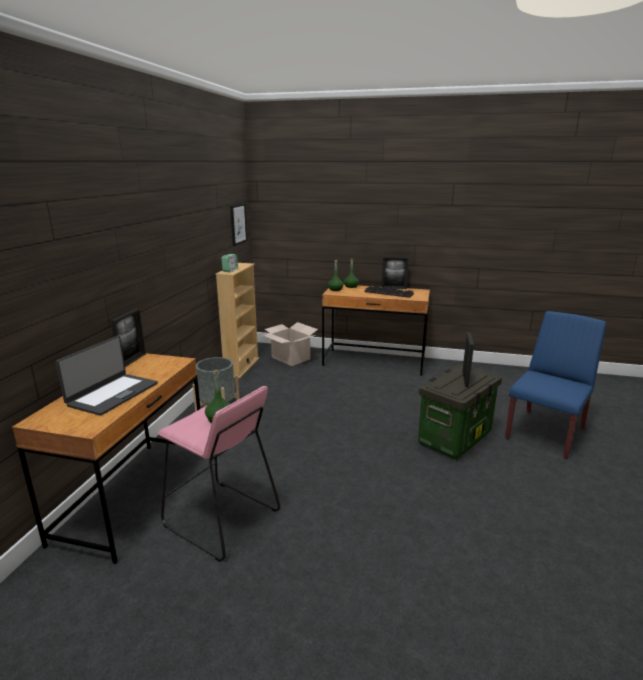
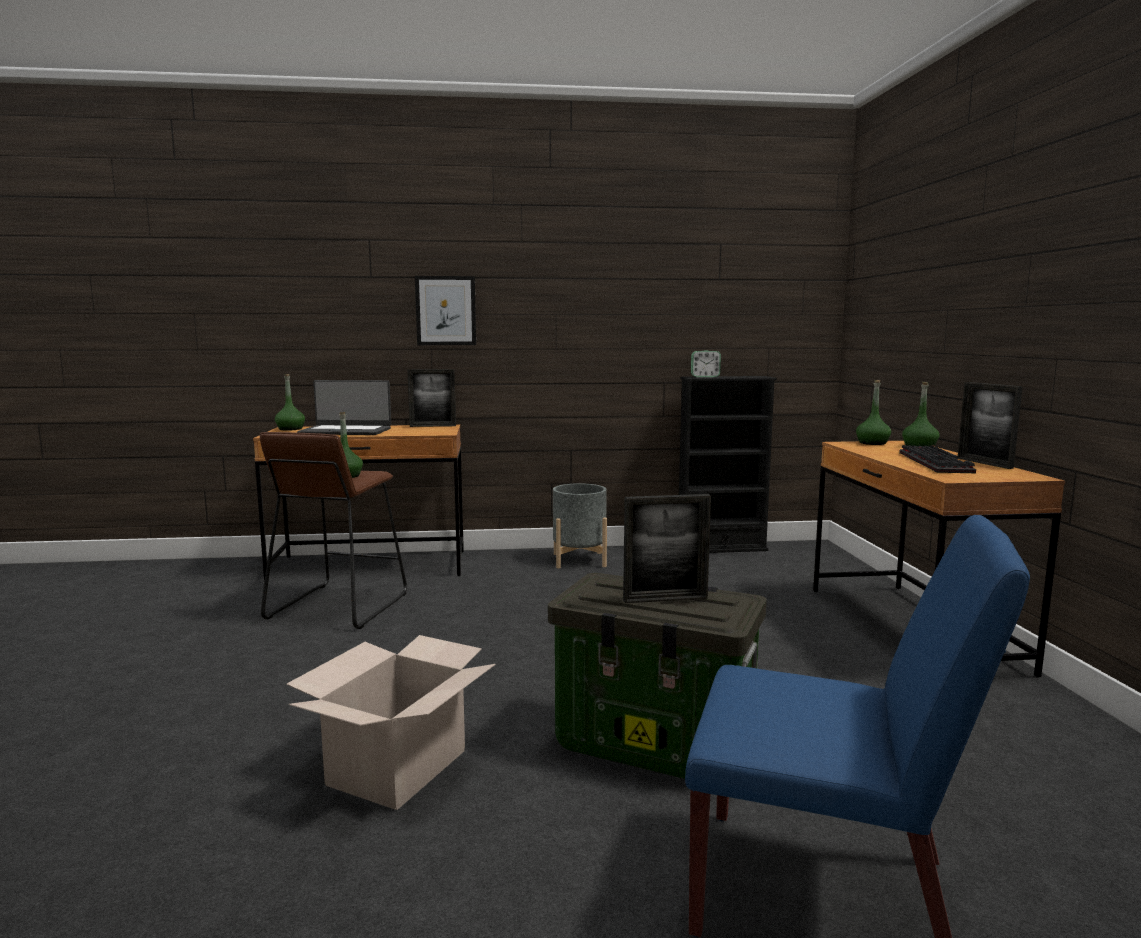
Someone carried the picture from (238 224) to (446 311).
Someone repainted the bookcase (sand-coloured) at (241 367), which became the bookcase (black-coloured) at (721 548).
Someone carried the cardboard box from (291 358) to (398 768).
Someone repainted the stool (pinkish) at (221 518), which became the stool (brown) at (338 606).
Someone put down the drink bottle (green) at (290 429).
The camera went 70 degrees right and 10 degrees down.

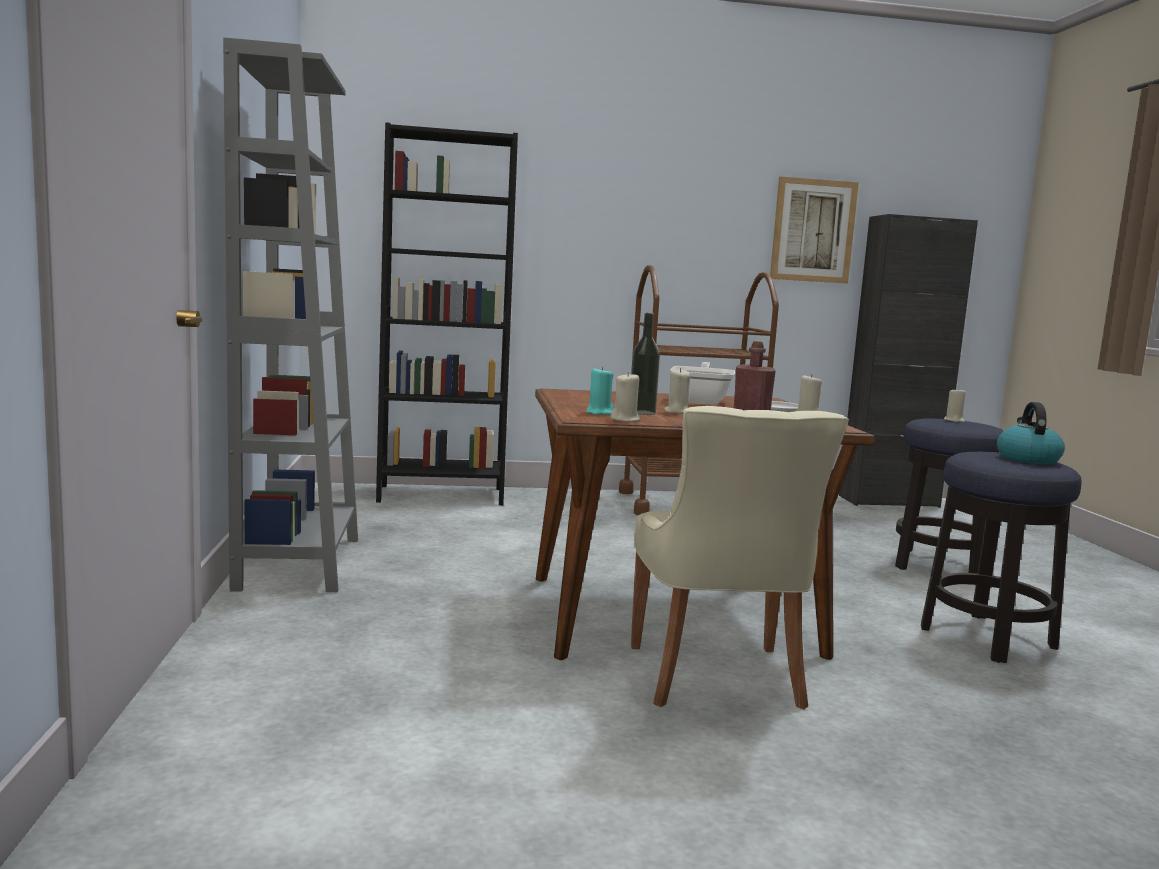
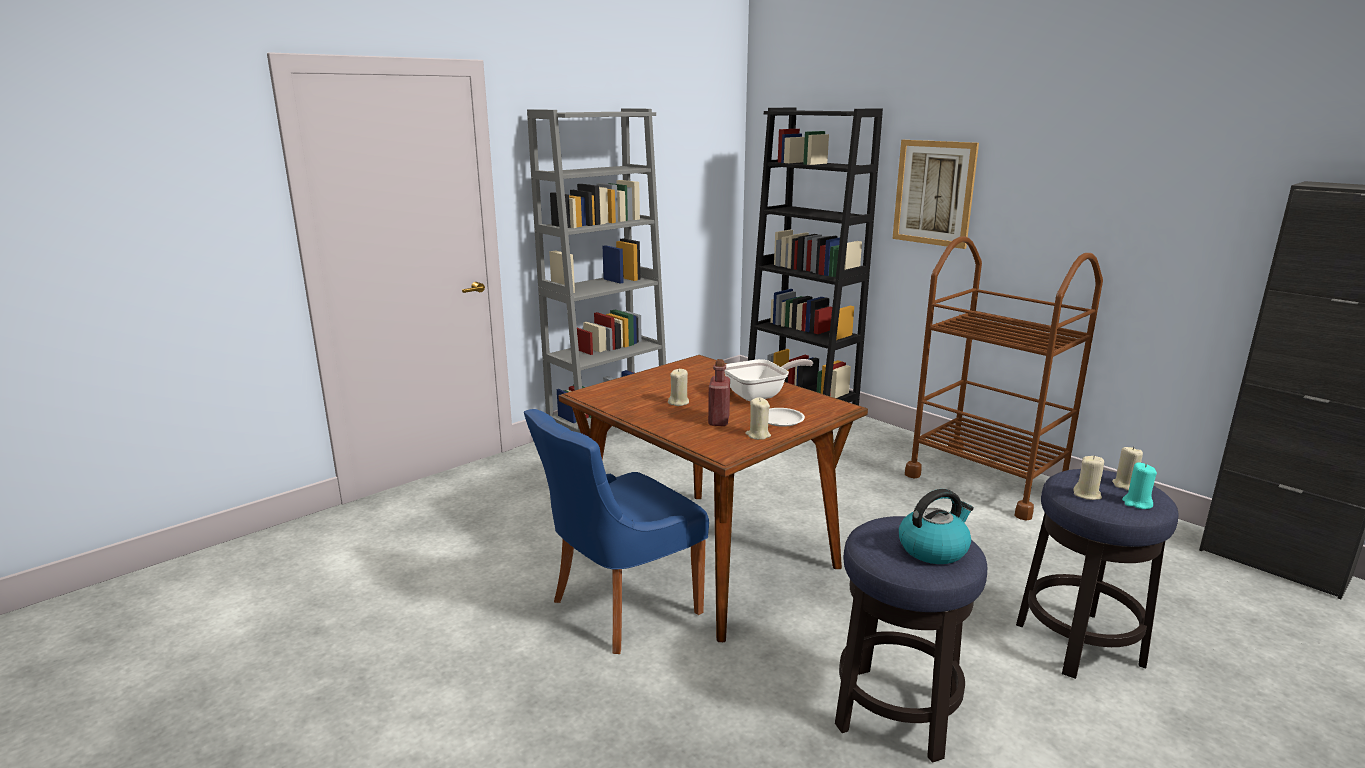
Someone carried the picture from (813 231) to (934 193).
Someone took away the drink bottle at (642 412).
Someone carried the wax candle (turquoise-coloured) from (599 413) to (1137 503).
Someone carried the wax candle (sand-coloured) from (625 420) to (1087 495).
Someone repainted the chair (sand-coloured) at (717 679), which became the chair (blue) at (621 608).
The camera went 55 degrees right and 10 degrees up.

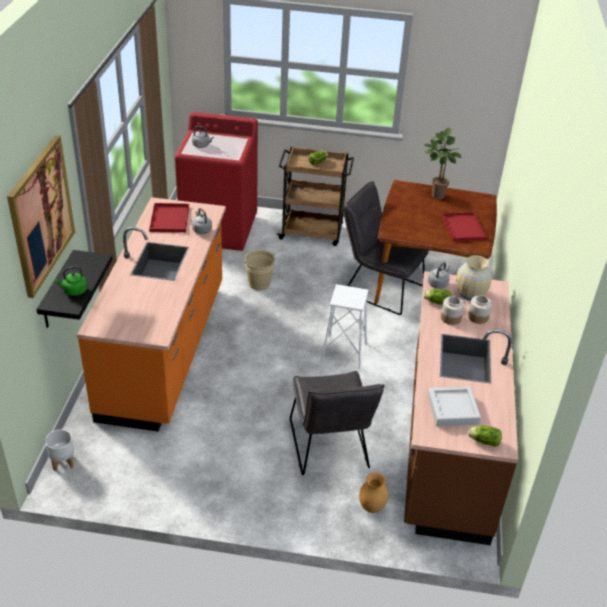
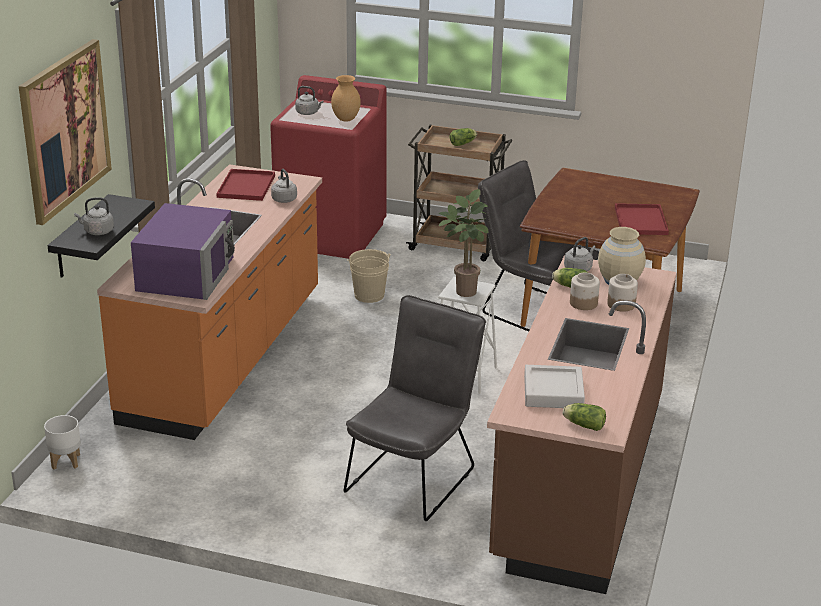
Someone carried the potted plant from (436 194) to (463 290).
Someone repainted the tea kettle (green) at (74 291), which became the tea kettle (gray) at (97 231).
Someone rotated the chair (gray) at (329 449) by 150 degrees counterclockwise.
Someone carried the vase (brown) from (372 507) to (346 119).
Someone put down the microwave (purplish) at (186 273).
The camera went 10 degrees right and 10 degrees down.

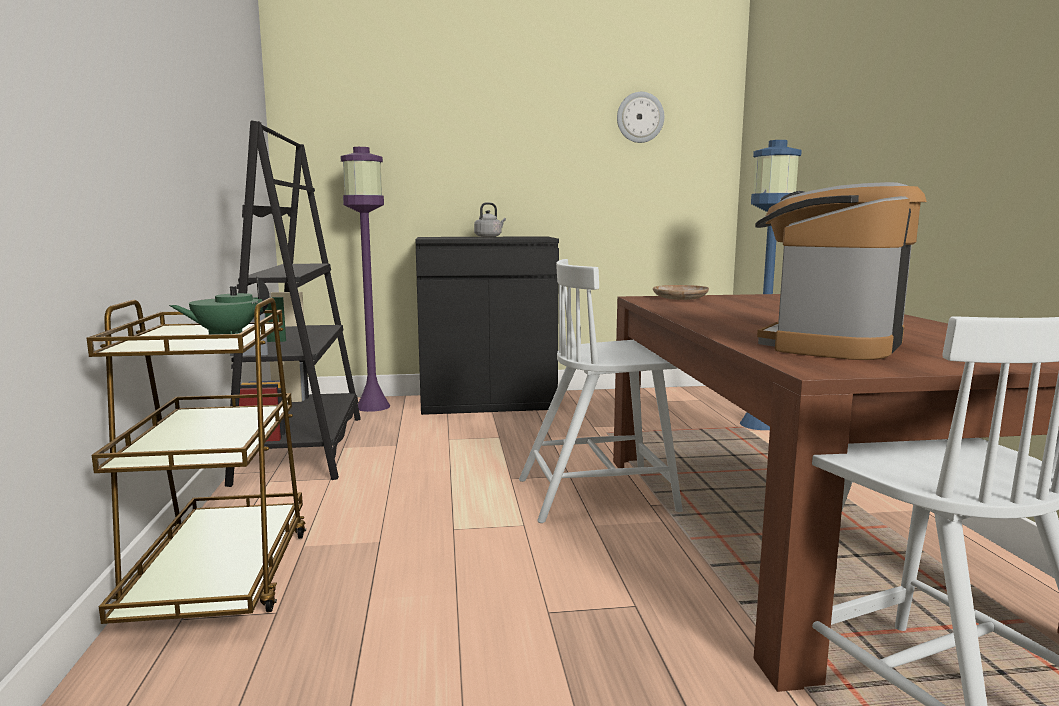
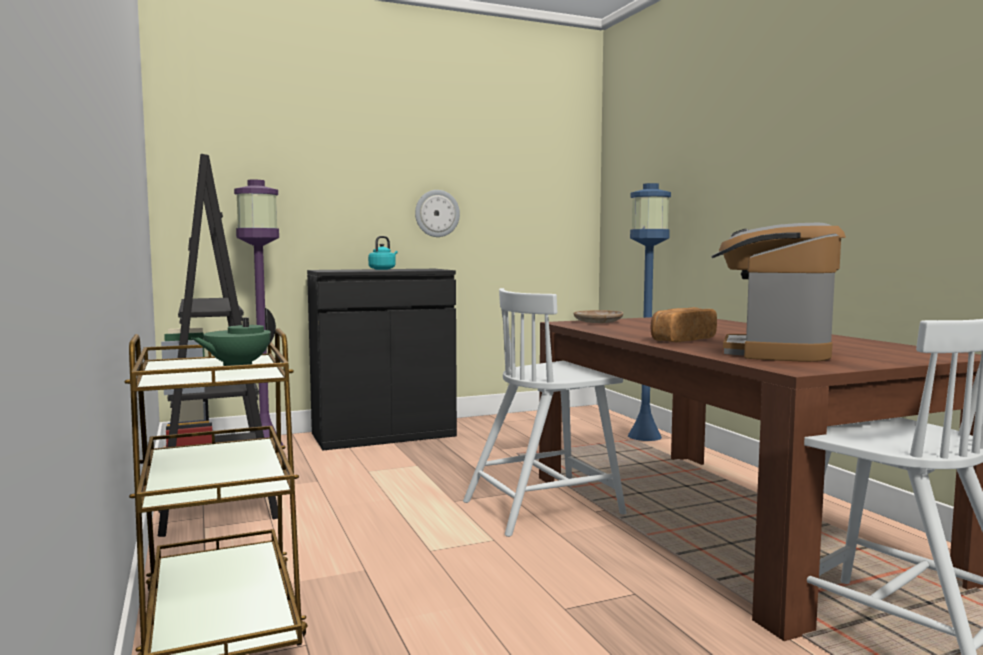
Someone carried the hanging clock from (640 117) to (437 213).
Someone repainted the tea kettle (gray) at (489 237), which became the tea kettle (turquoise-coloured) at (383 269).
Someone put down the bread at (681 339).
The camera went 15 degrees left and 5 degrees down.

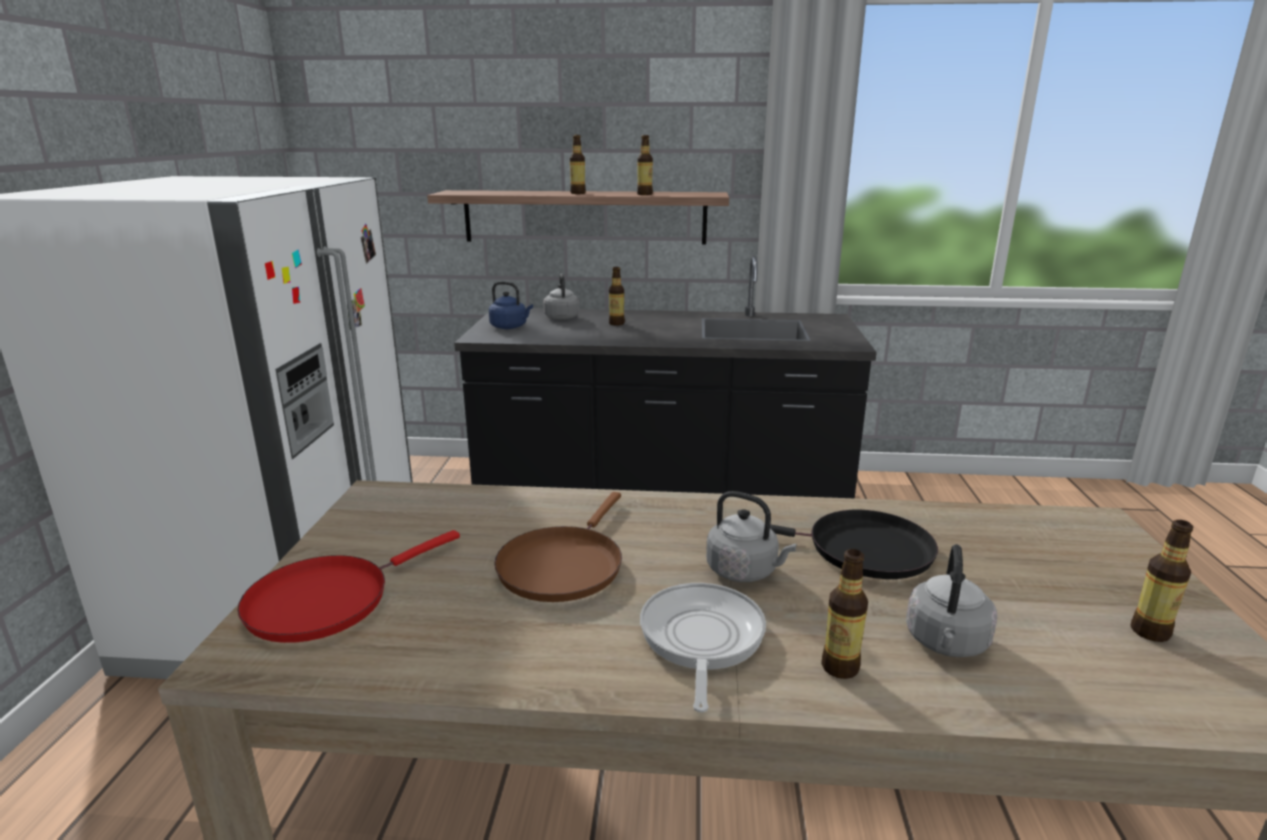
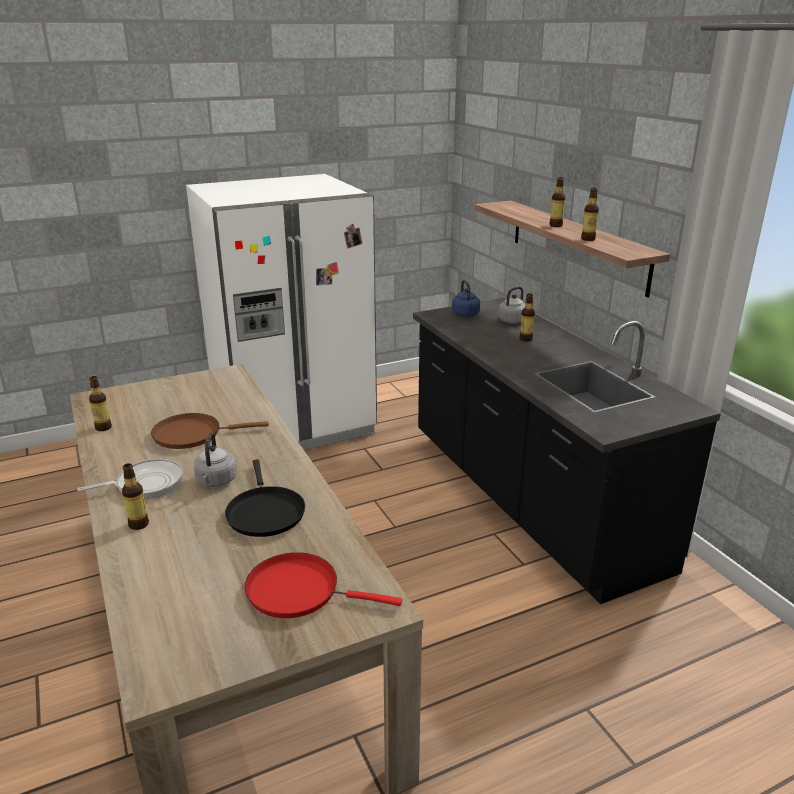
Someone carried the drink bottle from (1150 632) to (103 428).
Someone carried the frying pan (red-coloured) from (326 600) to (299 591).
Someone took away the tea kettle (gray) at (946 643).
The camera went 60 degrees right and 5 degrees up.

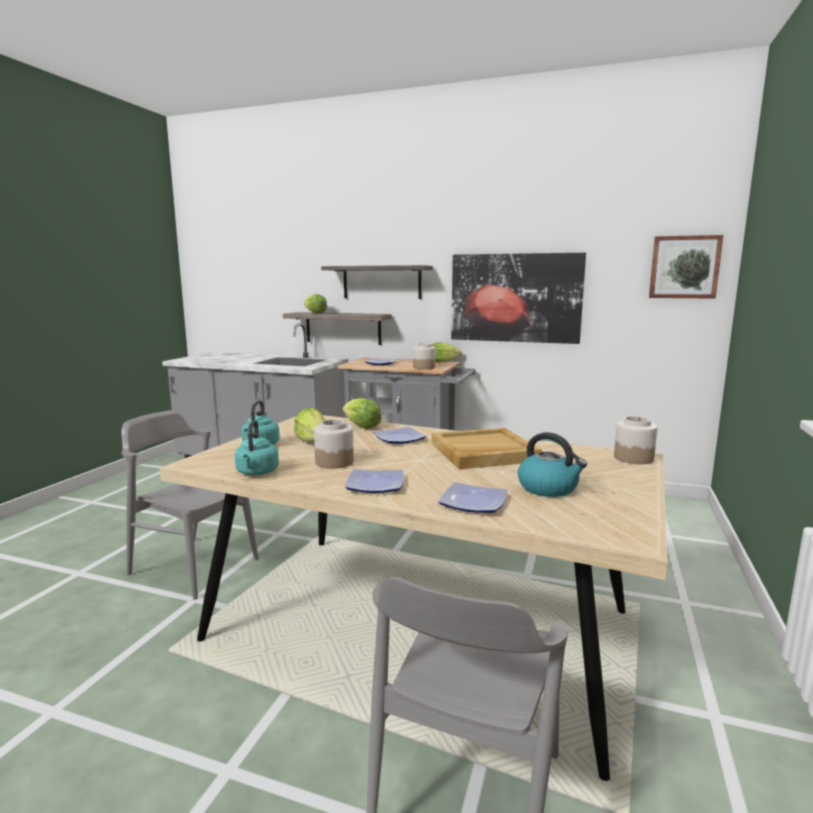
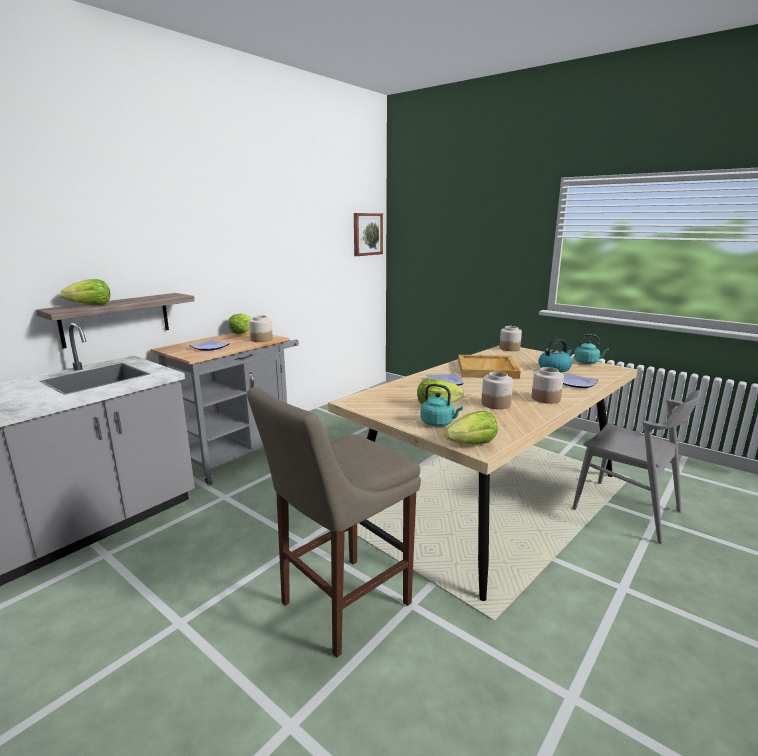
Someone took away the picture at (515 298).
Someone took away the bracket shelf at (381 282).
Someone carried the lettuce from (361 427) to (472 444).
Someone swapped the chair (gray) at (194 566) for the stool (sand-coloured) at (340 605).
Someone carried the tea kettle (turquoise-coloured) from (257 473) to (587 362).
Someone swapped the dinner plate at (374 484) for the preserve jar at (545 398).
The camera went 70 degrees left and 5 degrees up.

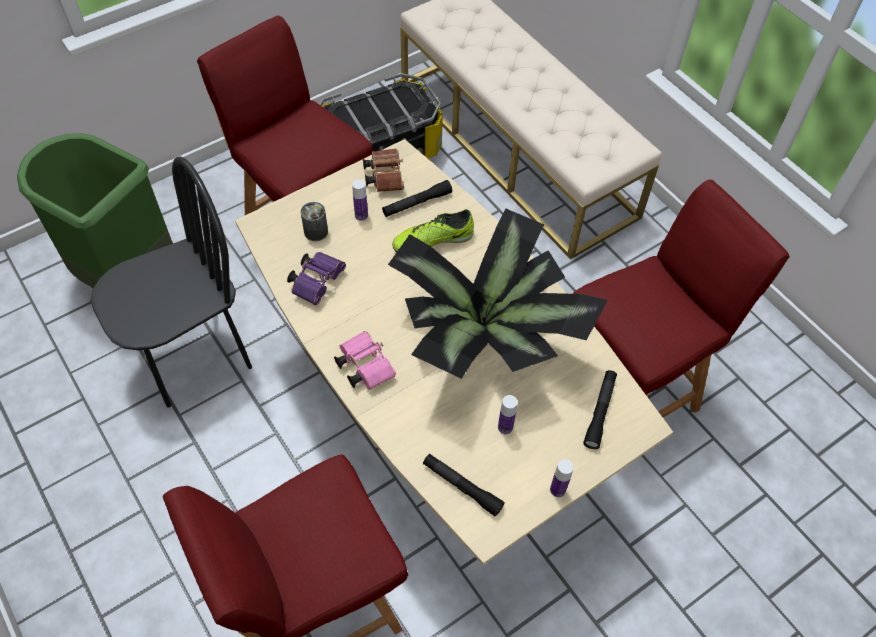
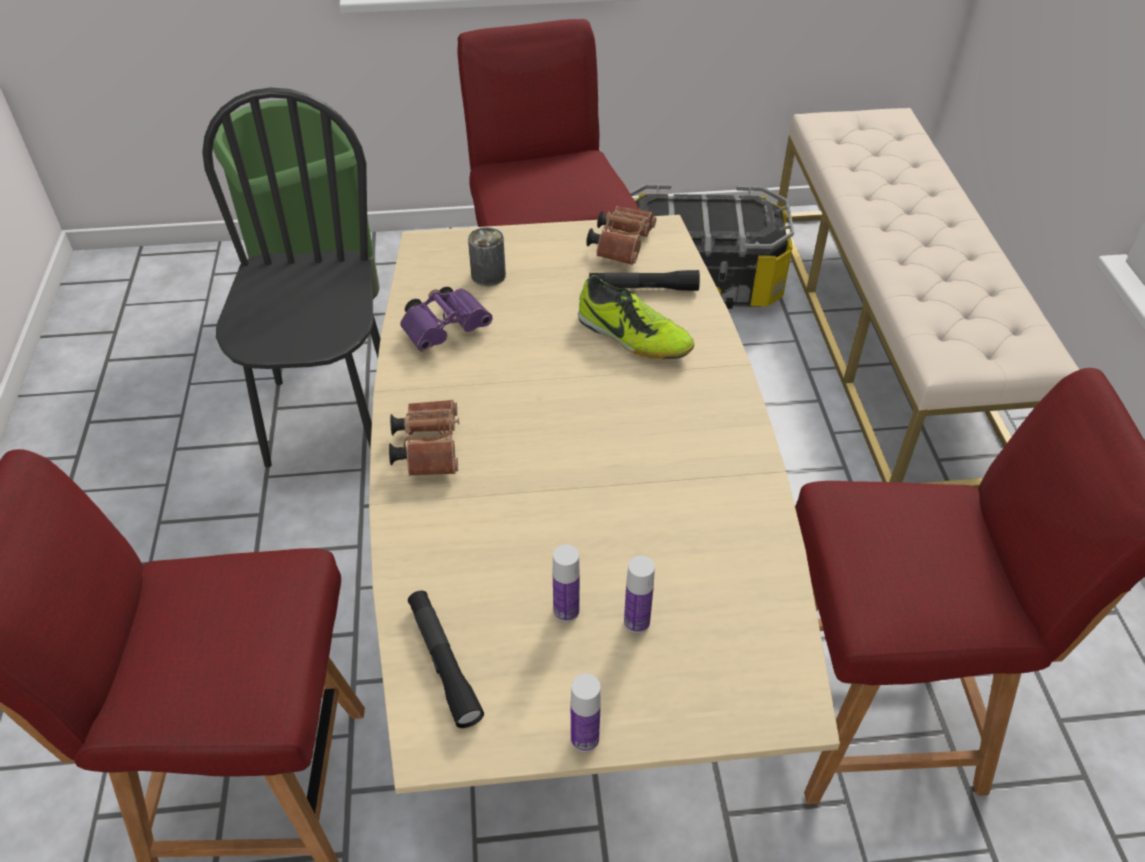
Someone rotated the chair (black-coloured) at (193 356) by 90 degrees counterclockwise.
Someone carried the drink bottle from (361 216) to (636 622).
Someone took away the potted plant at (487 337).
Someone rotated the item of footwear at (433 241) by 150 degrees counterclockwise.
Someone repainted the binoculars (pinkish) at (363 366), which became the binoculars (brown) at (429 447).
Someone took away the flashlight (black-coloured) at (600 412).
The camera went 30 degrees right and 10 degrees down.

